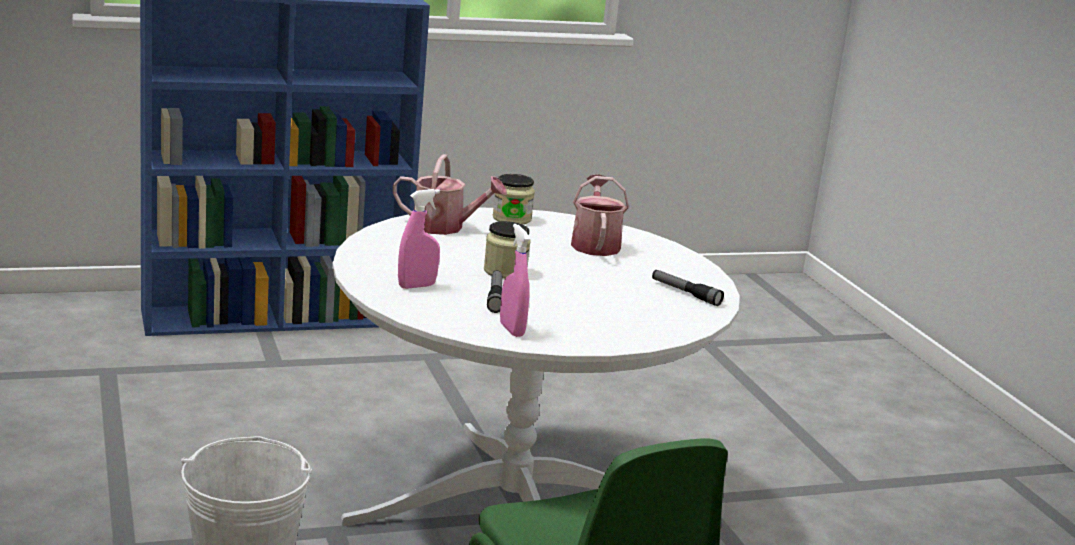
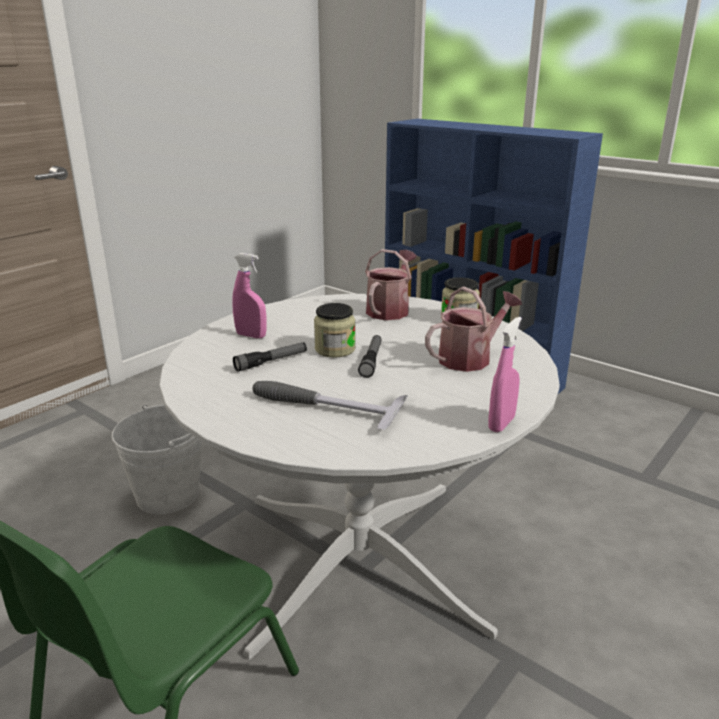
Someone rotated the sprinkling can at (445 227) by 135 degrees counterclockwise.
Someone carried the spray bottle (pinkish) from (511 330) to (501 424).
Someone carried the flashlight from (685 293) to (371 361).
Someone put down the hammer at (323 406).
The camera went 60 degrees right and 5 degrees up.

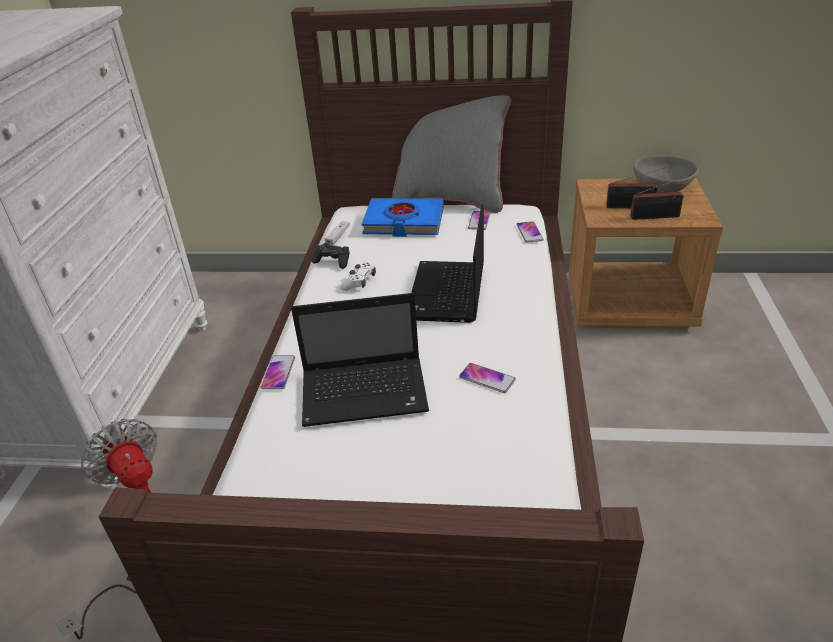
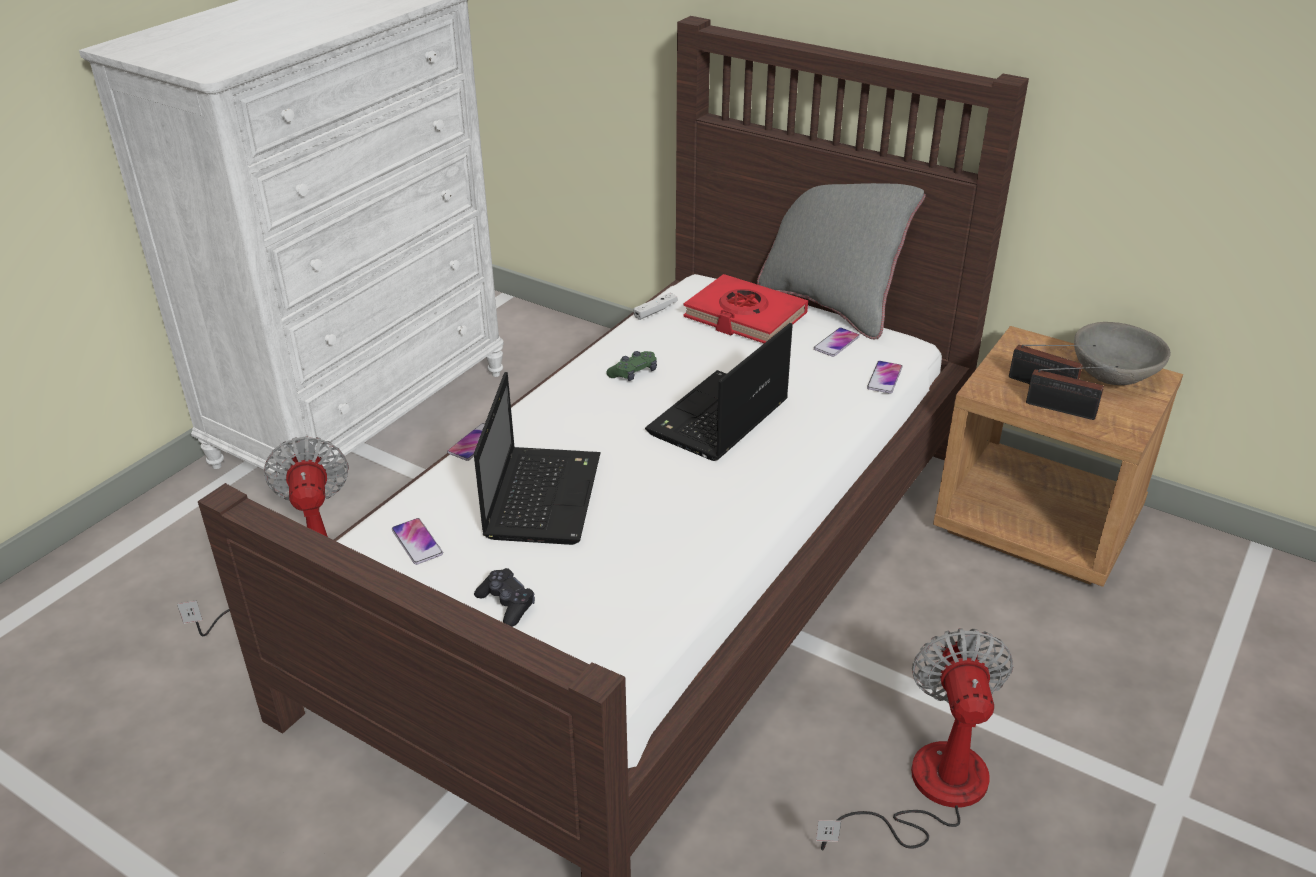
Someone repainted the volume (blue) at (403 222), which became the volume (red-coloured) at (744 316).
Someone carried the gamepad (black-coloured) from (333 261) to (506 604).
Someone repainted the gamepad (white-coloured) at (359 282), which became the gamepad (green) at (633 373).
Someone rotated the laptop at (367 392) by 105 degrees counterclockwise.
Someone carried the telephone from (487 379) to (417 542).
Someone put down the cooling fan at (928 790).
The camera went 25 degrees right and 0 degrees up.

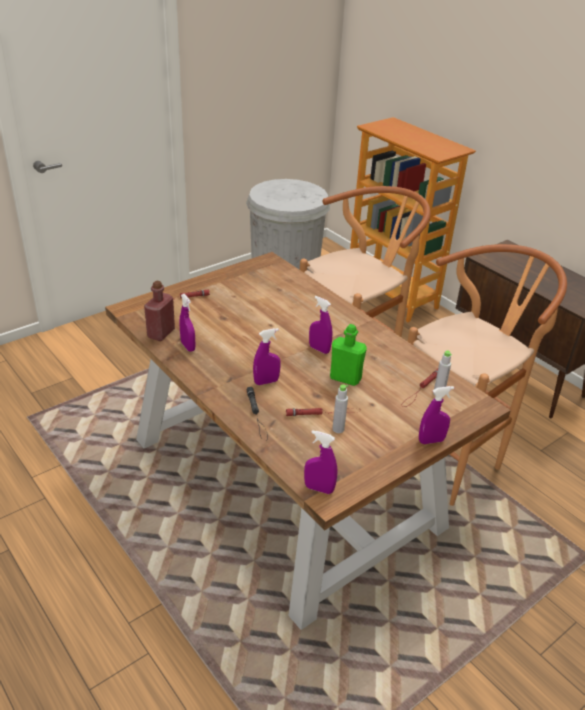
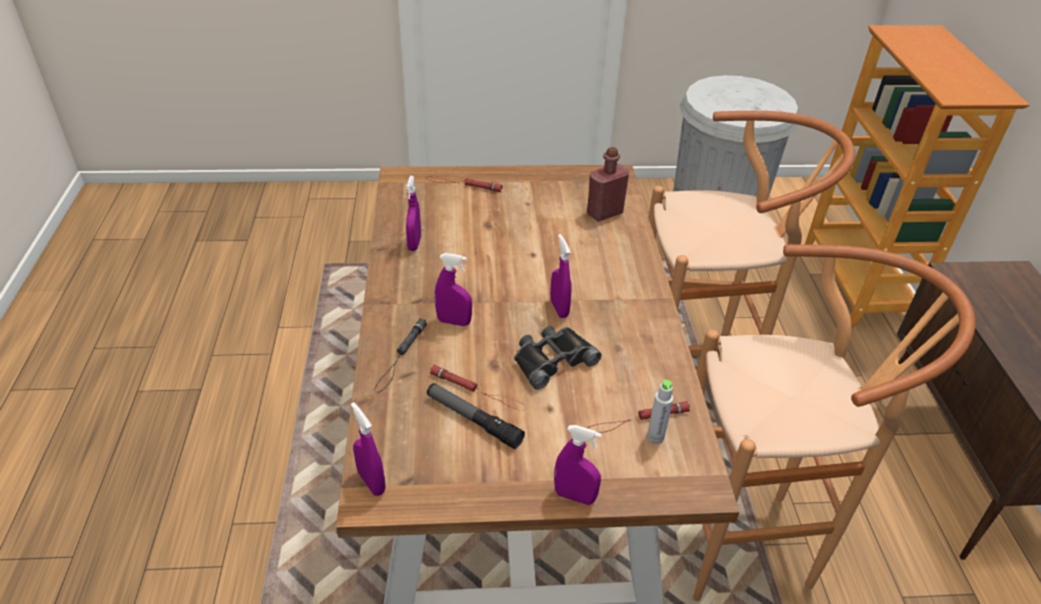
Someone carried the drink bottle (red-coloured) from (161 333) to (604 213).
Someone swapped the drink bottle (green) at (345 378) for the binoculars (black-coloured) at (552 359).
Someone swapped the drink bottle (gray) at (338 429) for the flashlight at (473 420).
The camera went 35 degrees right and 5 degrees up.

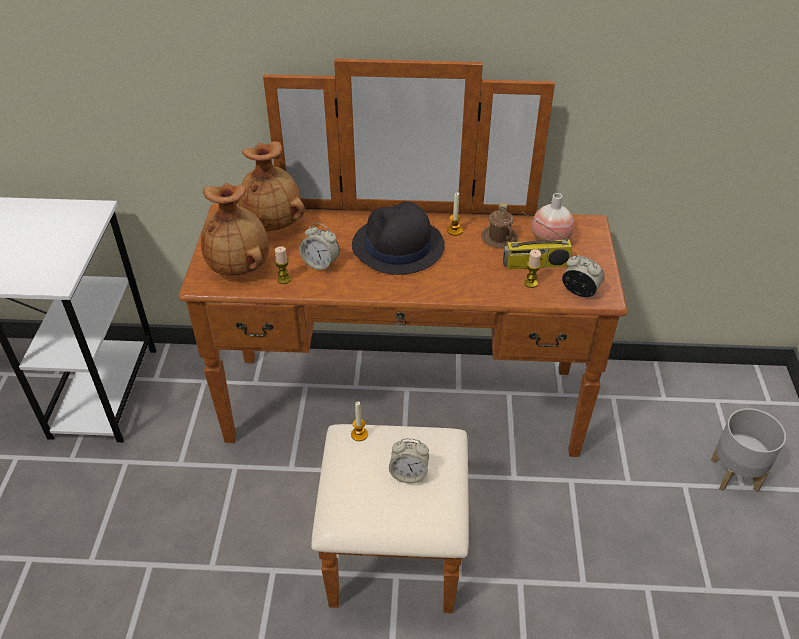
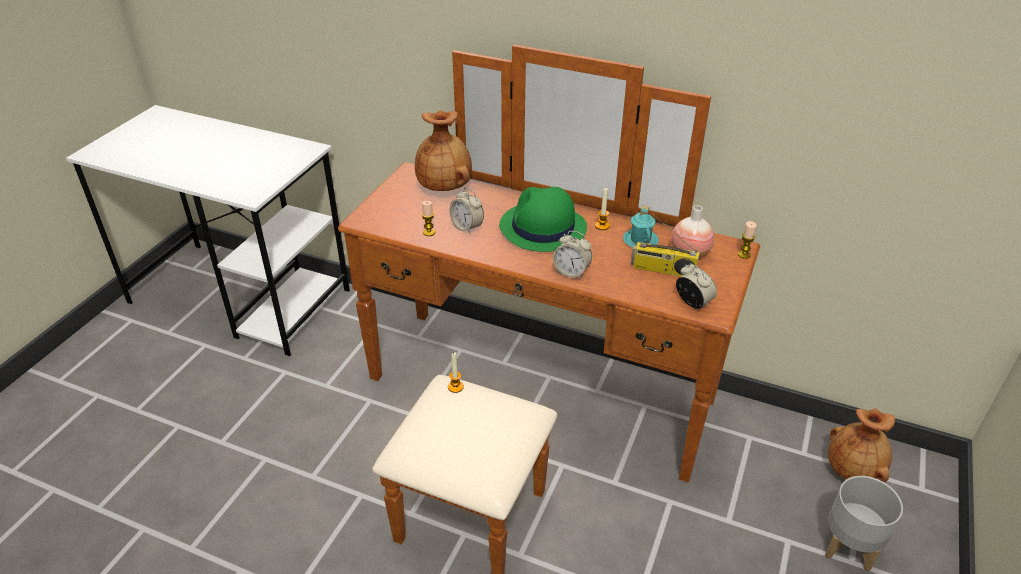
Someone carried the vase (brown) from (240 266) to (853 470).
Someone repainted the wearable hat (black-coloured) at (397 247), which became the wearable hat (green) at (542 228).
Someone repainted the coffee mug (brown) at (499 238), which became the coffee mug (turquoise-coloured) at (640 240).
Someone carried the wax candle from (531 283) to (744 254).
Someone carried the bedside clock from (409 474) to (571 272).
The camera went 20 degrees right and 5 degrees down.

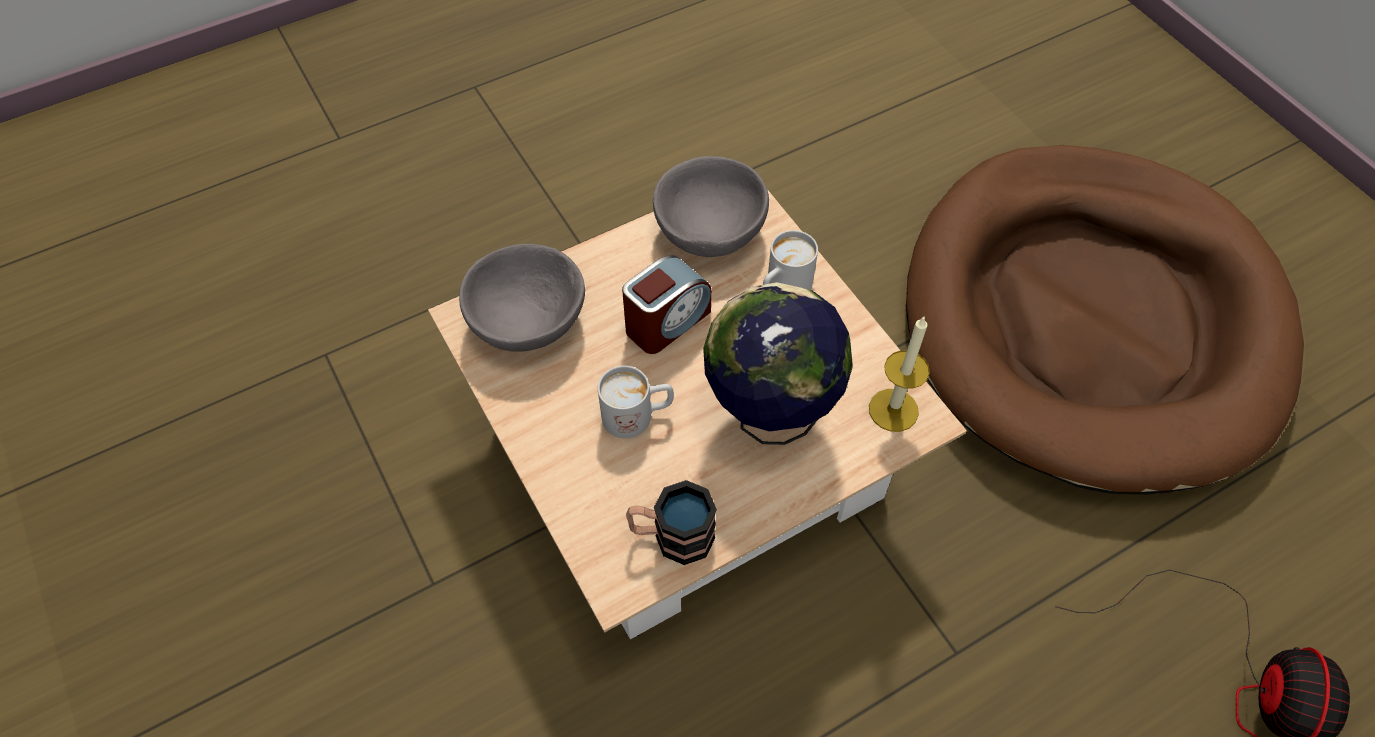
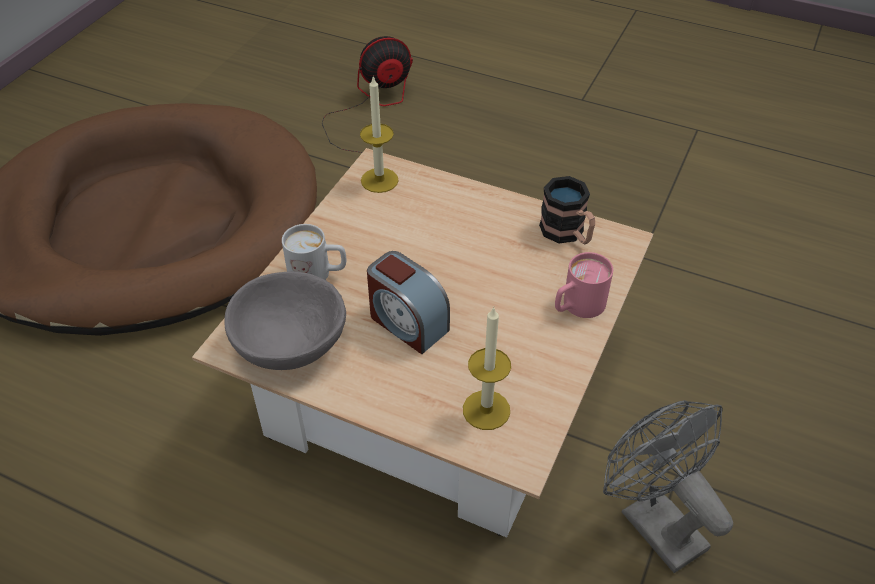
Someone swapped the bowl (gray) at (528 323) for the wax candle at (486 410).
Someone rotated the bedside clock at (667 322) by 150 degrees counterclockwise.
Someone took away the world globe at (769 415).
Someone took away the coffee mug (white-coloured) at (638 415).
Someone put down the coffee mug (pinkish) at (577 307).
Someone put down the cooling fan (gray) at (653 521).
The camera went 125 degrees left and 10 degrees down.

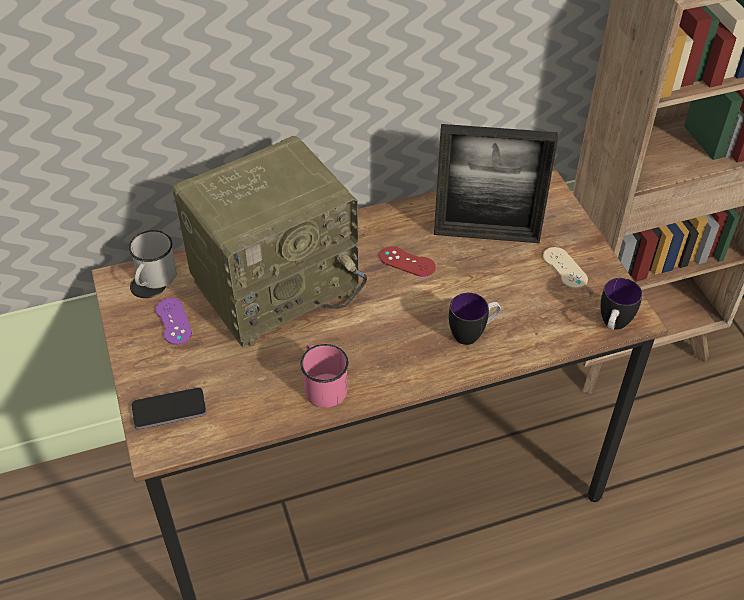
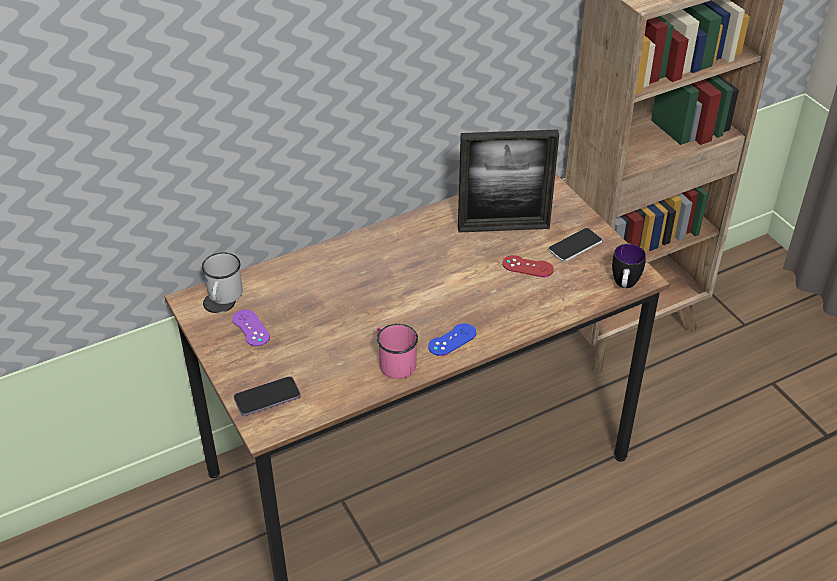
Someone took away the radio at (276 284).
Someone carried the gamepad (red-coloured) from (407 262) to (527 266).
Someone swapped the gamepad (sand-coloured) at (564 268) for the telephone at (575 246).
Someone took away the coffee mug at (473 334).
Someone put down the gamepad (blue) at (452 340).
The camera went 10 degrees left and 5 degrees down.

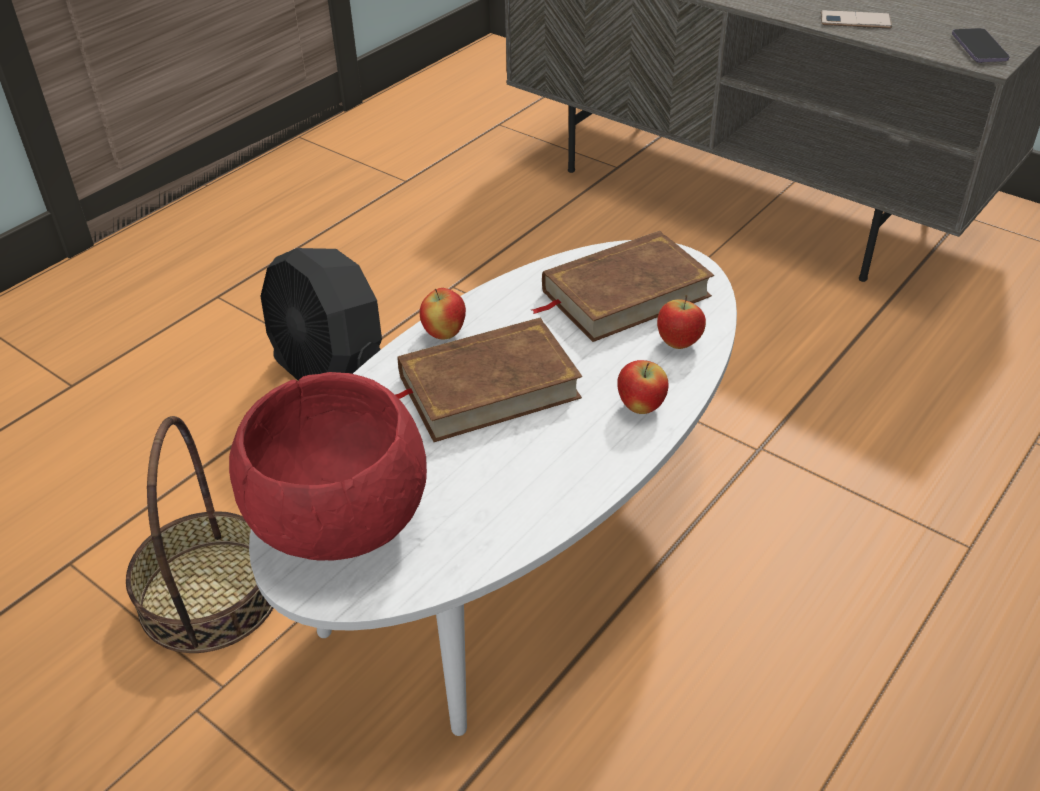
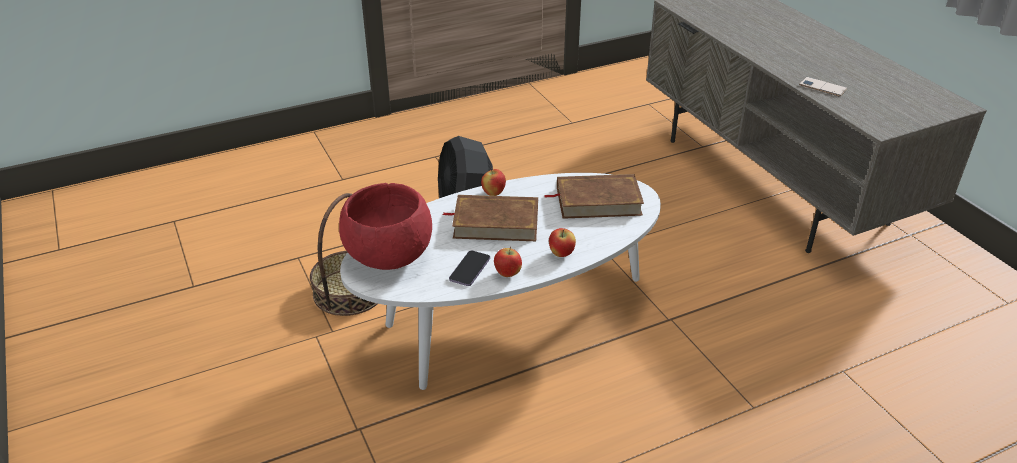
Someone carried the telephone from (979 48) to (470 269).
Someone carried the apple fruit from (678 343) to (507 274).
The camera went 25 degrees right and 5 degrees down.

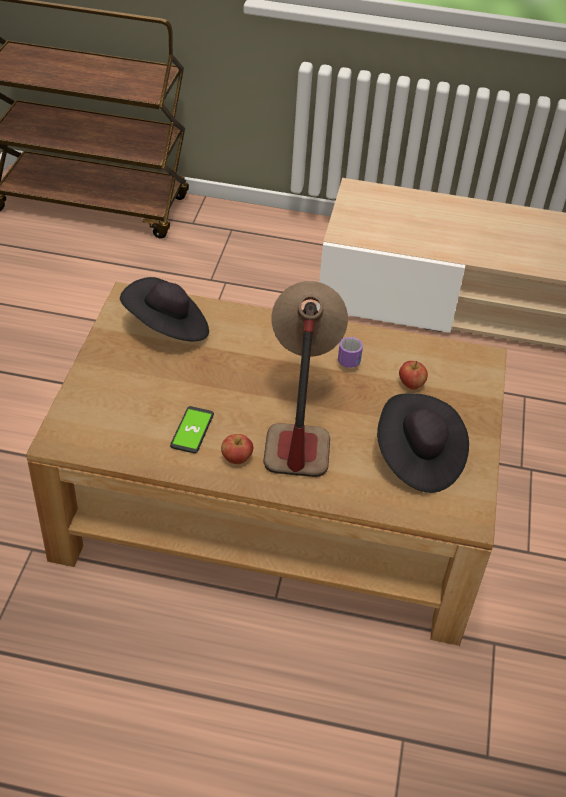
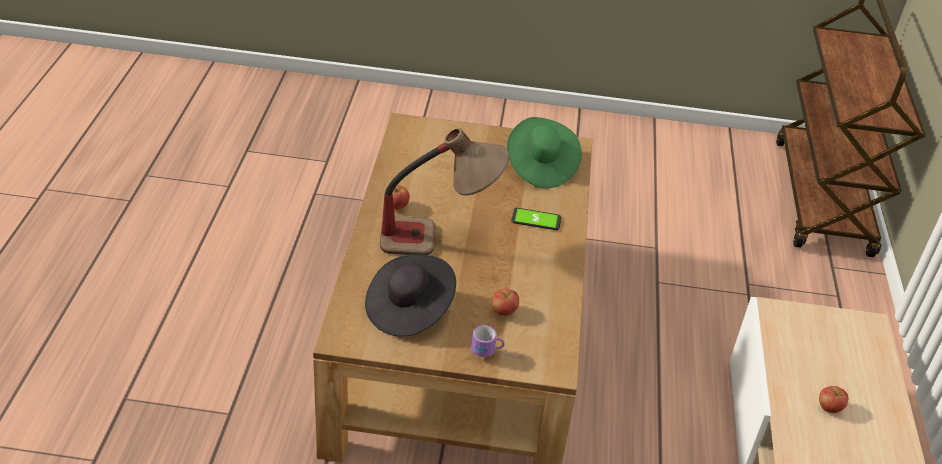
Someone repainted the wearable hat (black-coloured) at (167 328), which became the wearable hat (green) at (540 167).
Someone carried the coffee mug from (350 356) to (496 356).
Someone carried the telephone from (192 430) to (536 220).
Someone put down the apple fruit at (829 408).
The camera went 85 degrees right and 5 degrees down.

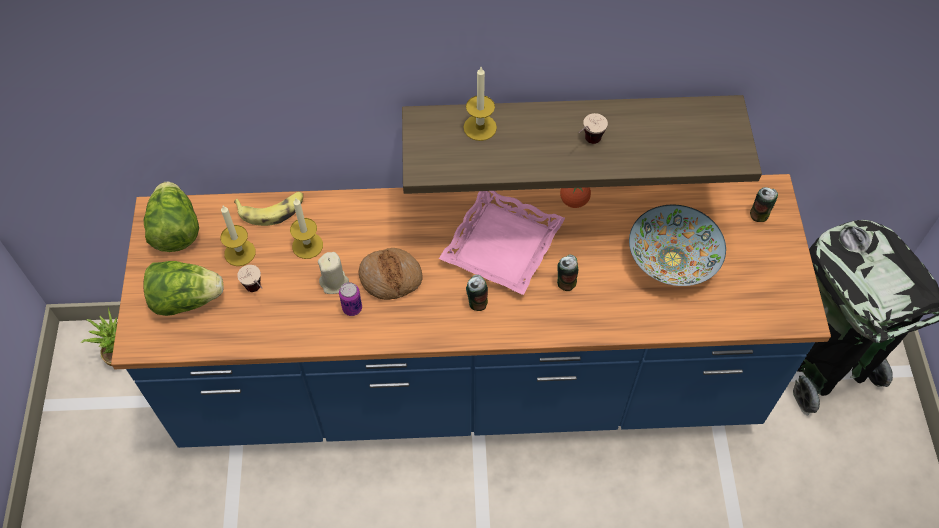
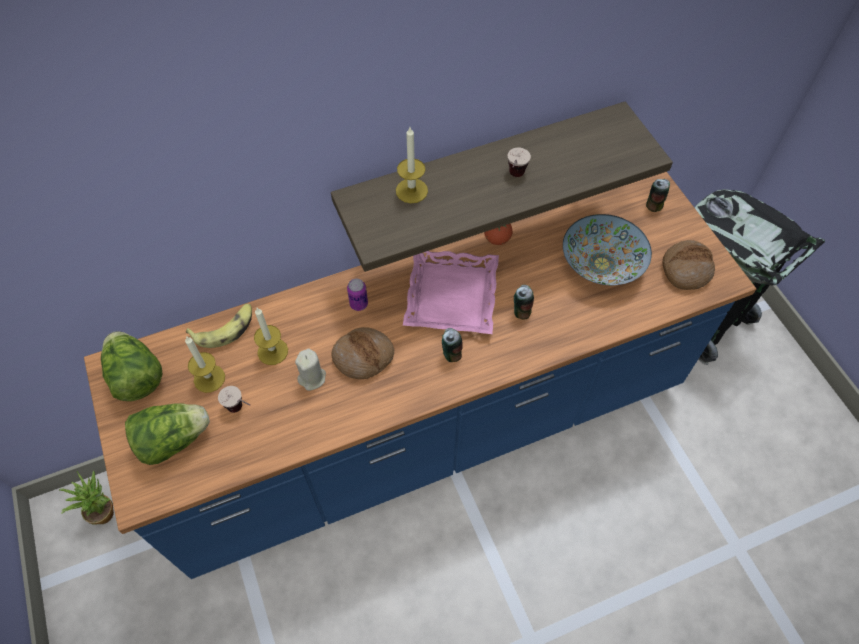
Someone carried the can from (352 308) to (359 304).
Someone put down the bread at (686 269).
The camera went 20 degrees left and 0 degrees up.

